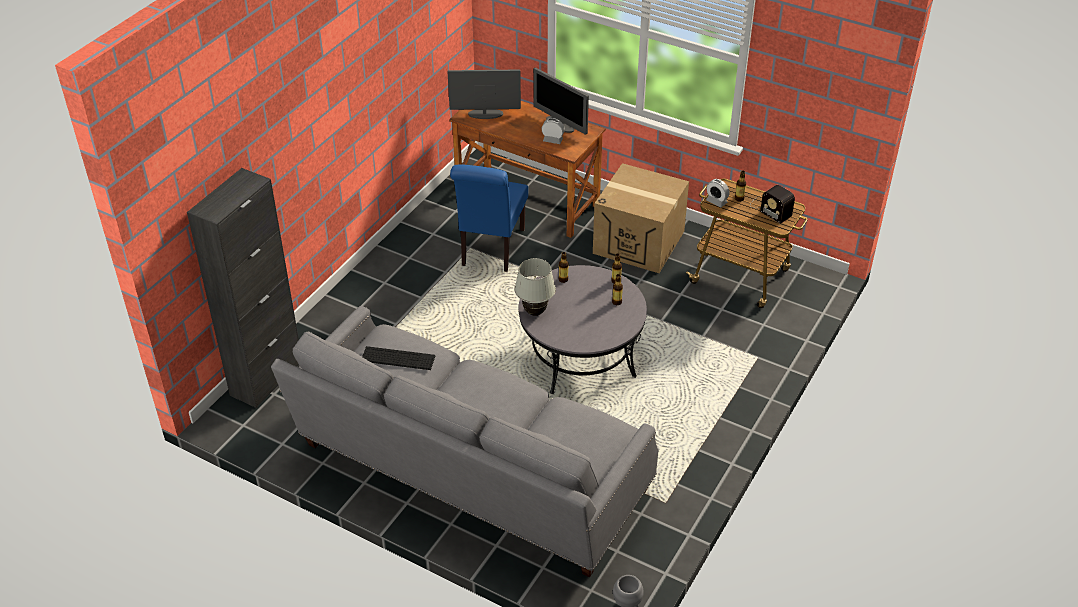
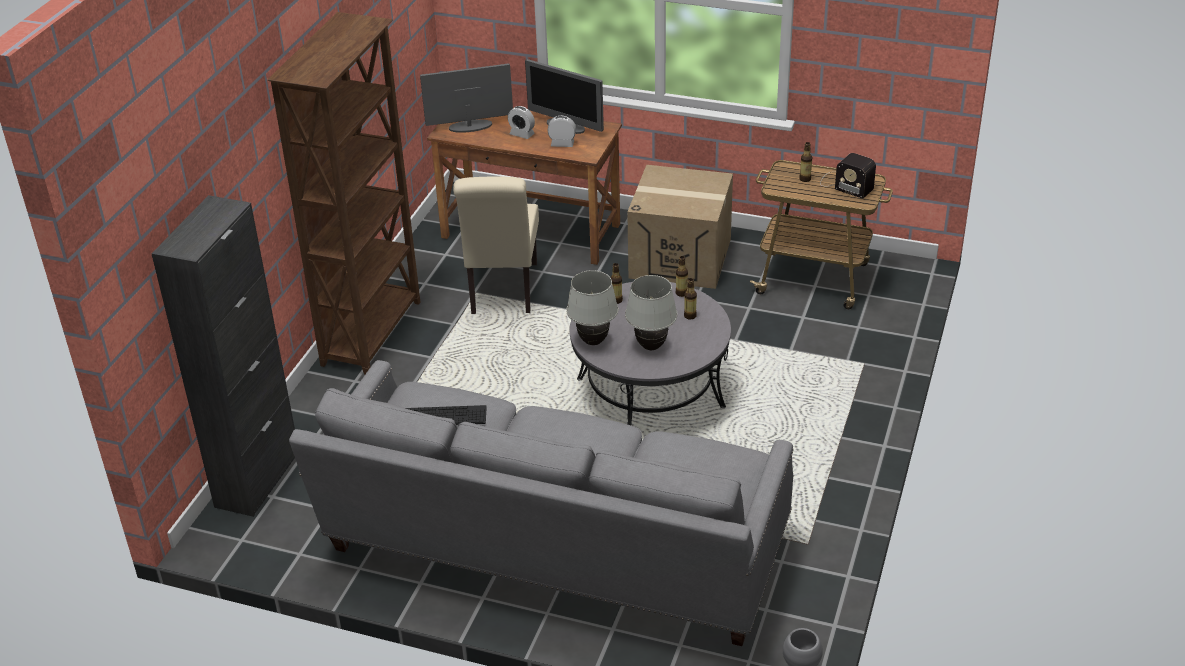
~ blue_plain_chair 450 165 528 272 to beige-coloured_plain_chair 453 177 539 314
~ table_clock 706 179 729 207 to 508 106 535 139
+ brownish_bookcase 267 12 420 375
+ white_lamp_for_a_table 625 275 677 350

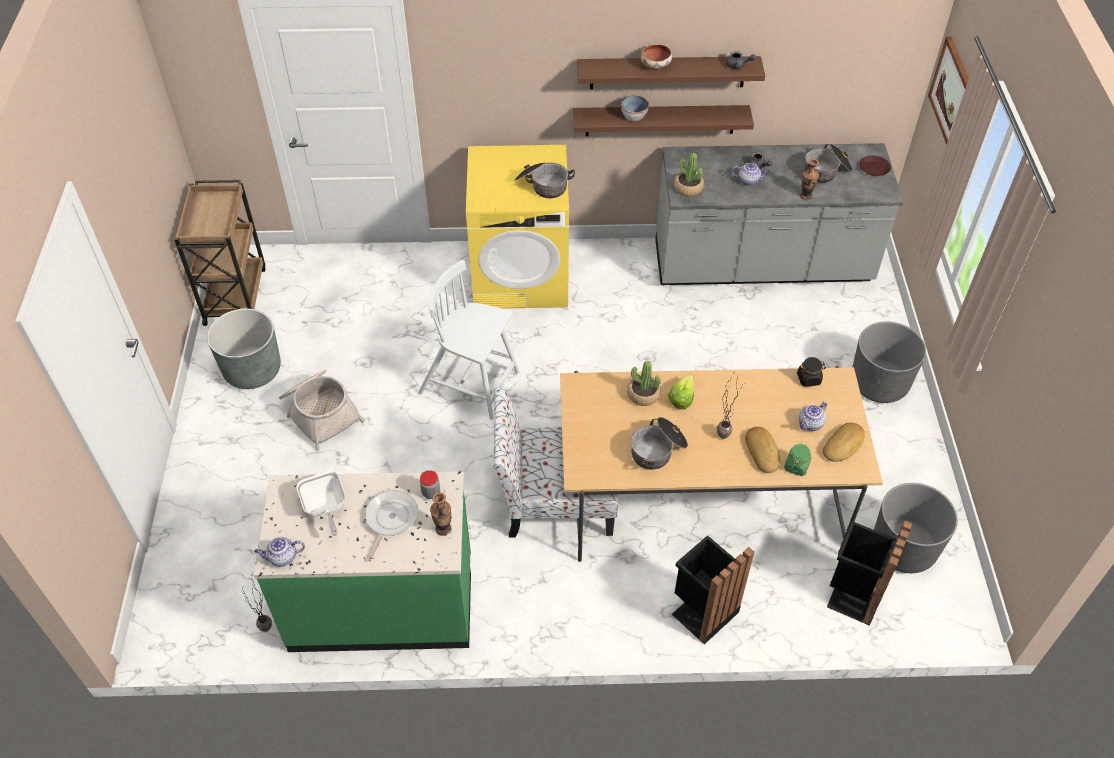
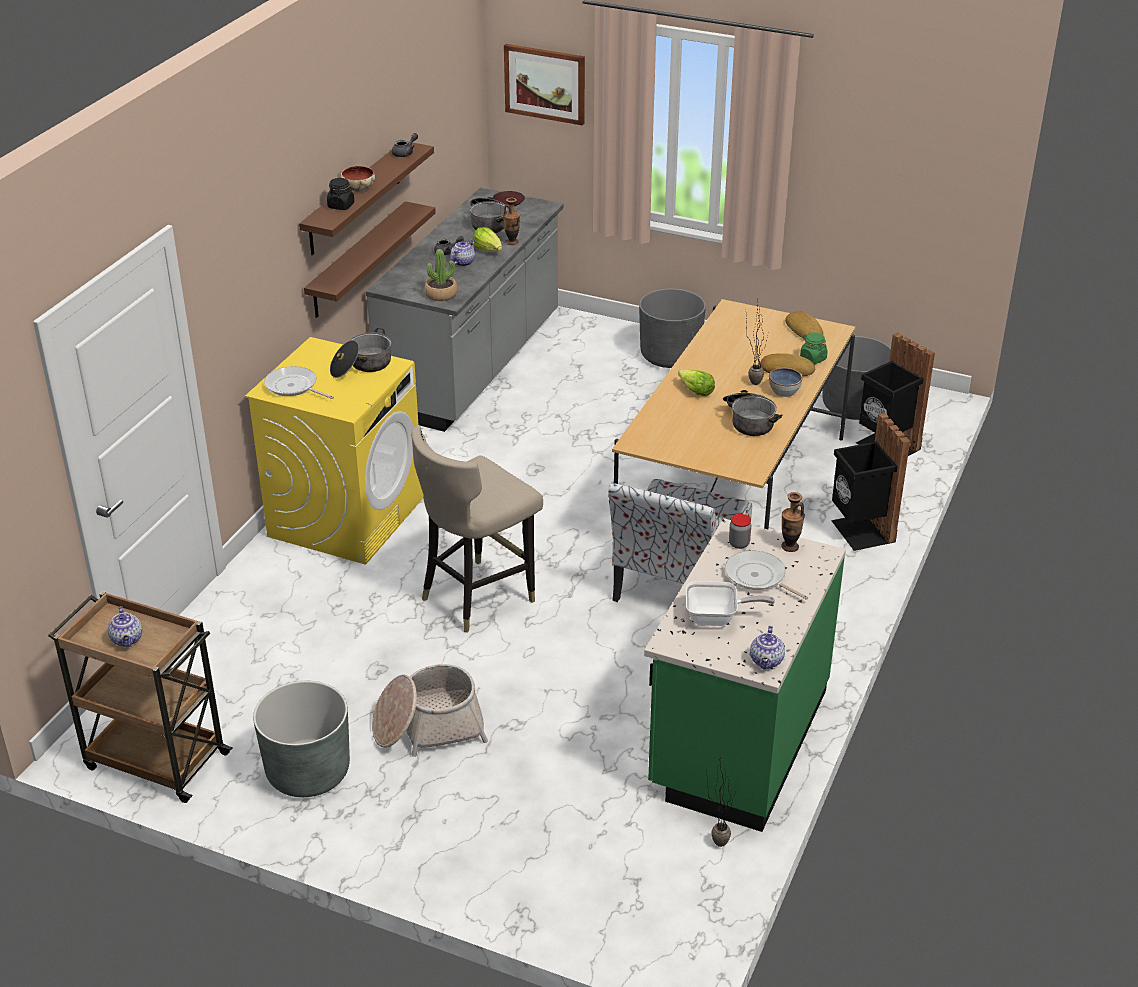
~ white_plain_chair 418 260 520 420 to beige-coloured_sitting_stool 411 426 543 633
~ deep_dish 621 95 649 121 to 769 368 803 397
- plant_in_a_pot 627 361 661 406
~ black-coloured_preserve_jar 797 357 826 387 to 327 178 354 210
~ teapot 799 402 827 431 to 108 606 142 647
+ pan 264 366 334 399
+ lettuce_head 473 227 502 252

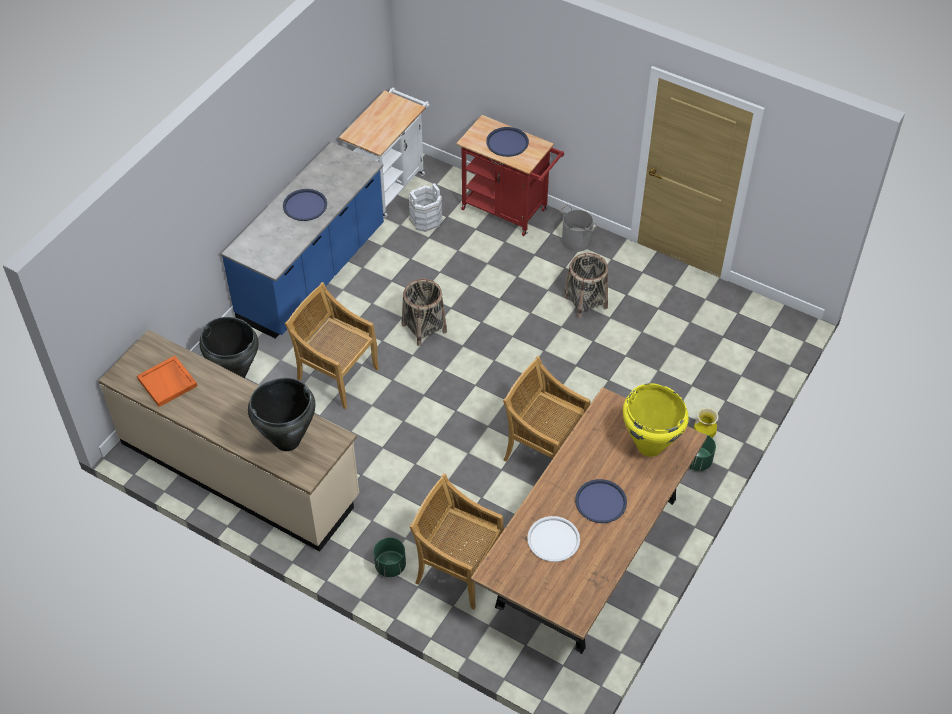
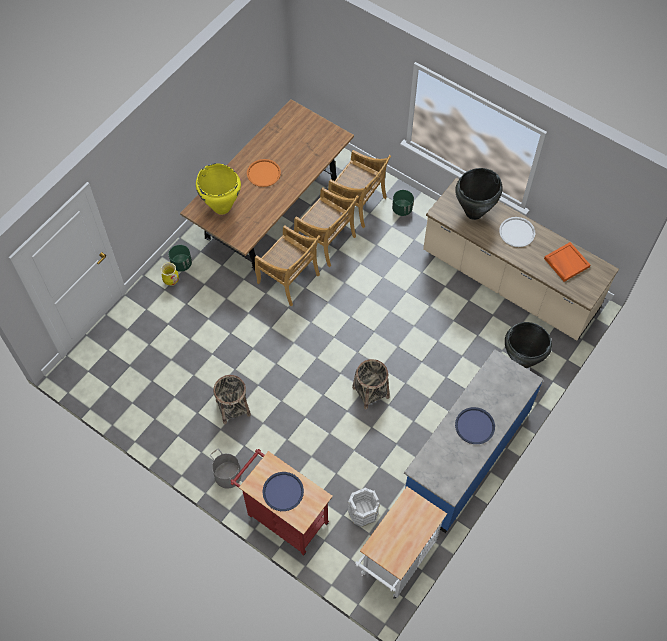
~ beige-coloured_plain_chair 285 282 379 409 to 294 187 359 267
~ white_tray 527 516 580 562 to 499 217 535 247
~ blue_tray 575 479 627 523 to orange-coloured_tray 247 159 281 187

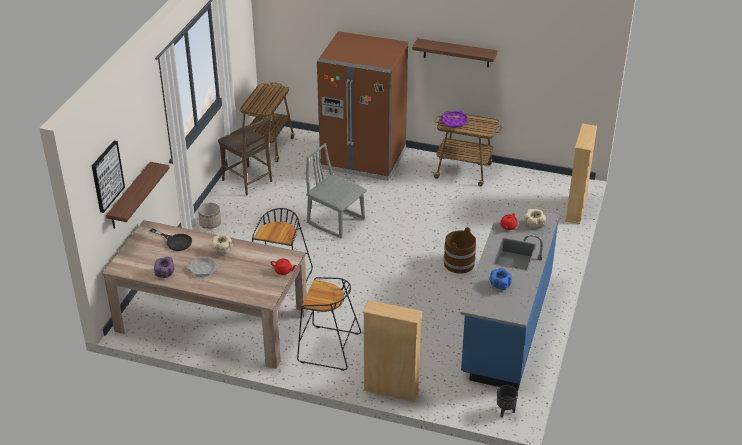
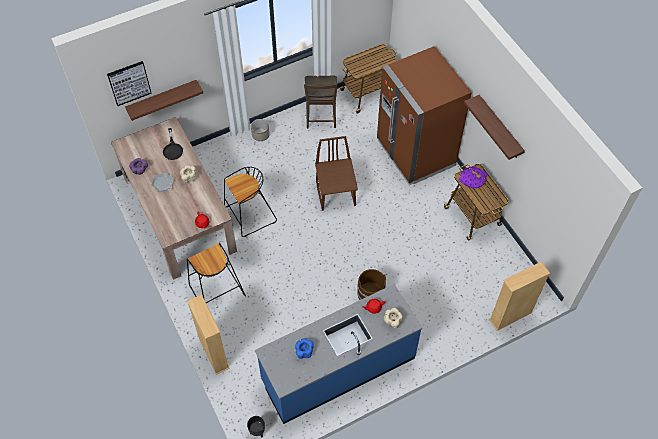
~ gray_plain_chair 306 143 367 239 to brownish_plain_chair 315 136 358 211

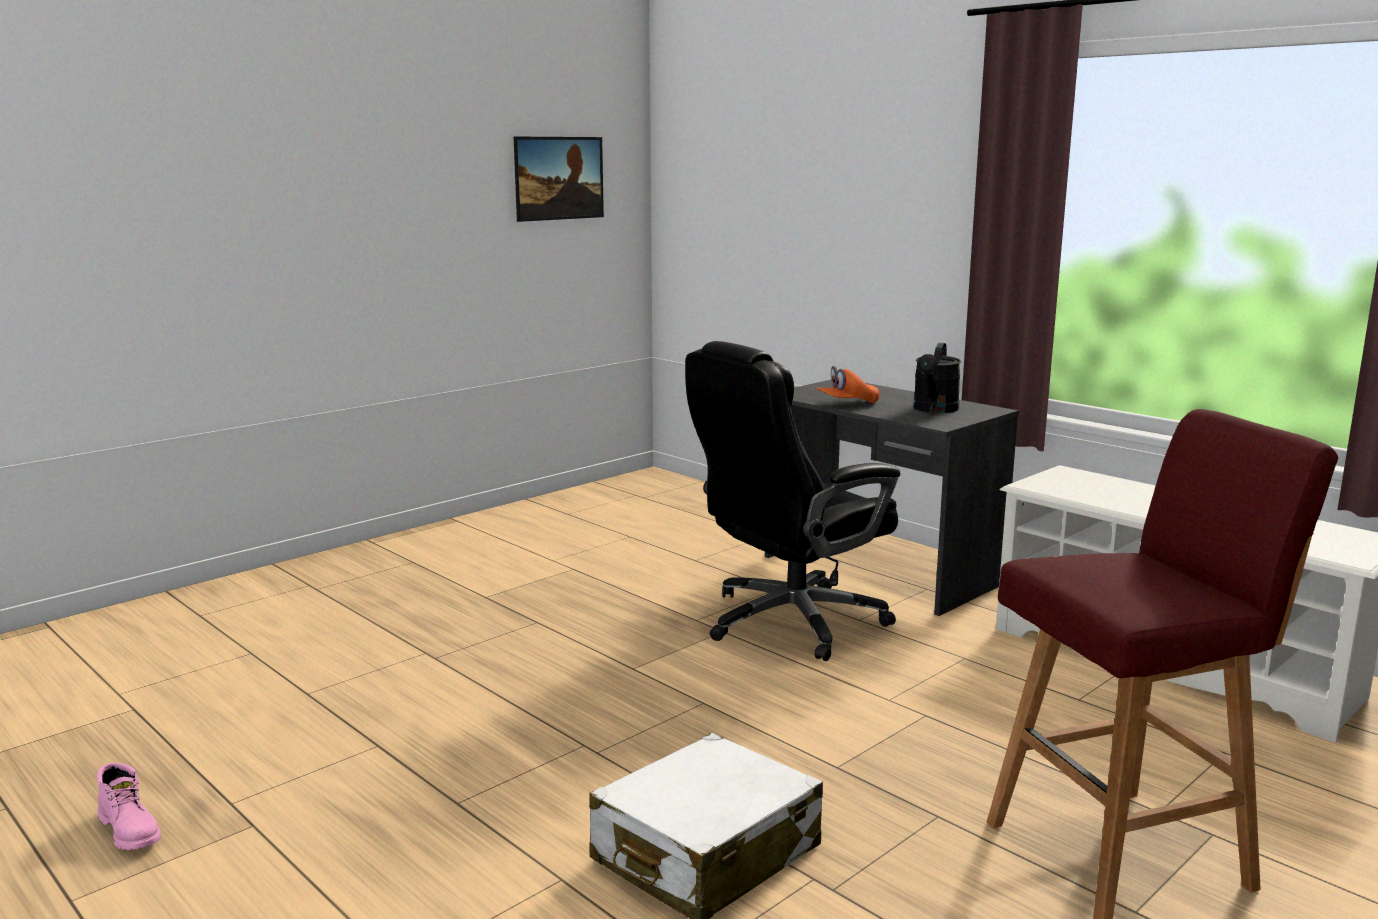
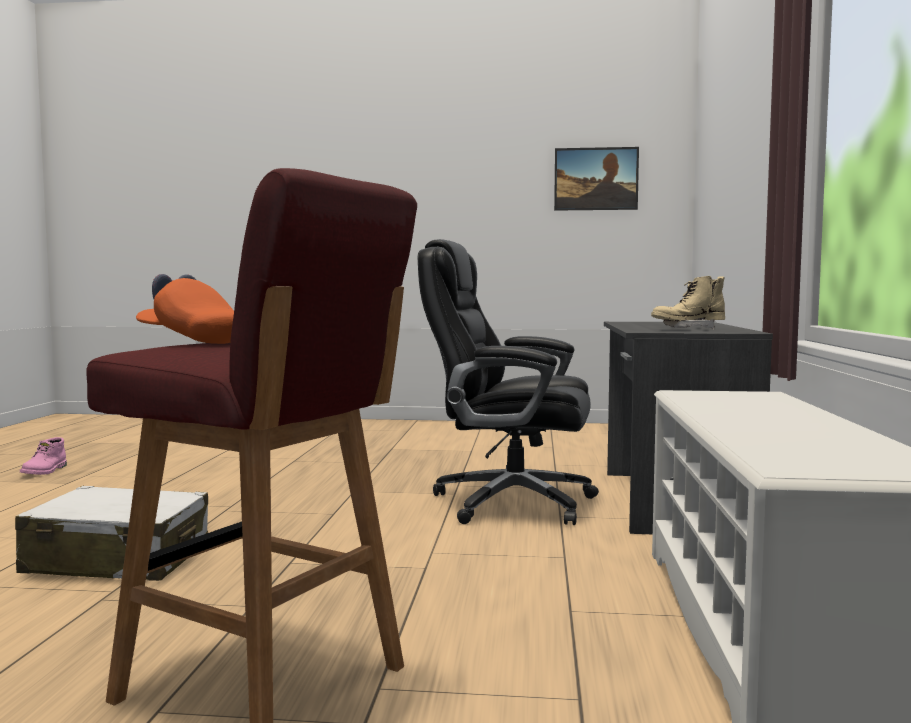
~ orange-coloured_peaked_cap 816 366 879 403 to 136 274 234 344
~ black-coloured_watering_pot 913 343 961 413 to beige-coloured_tall_boot 651 276 725 329

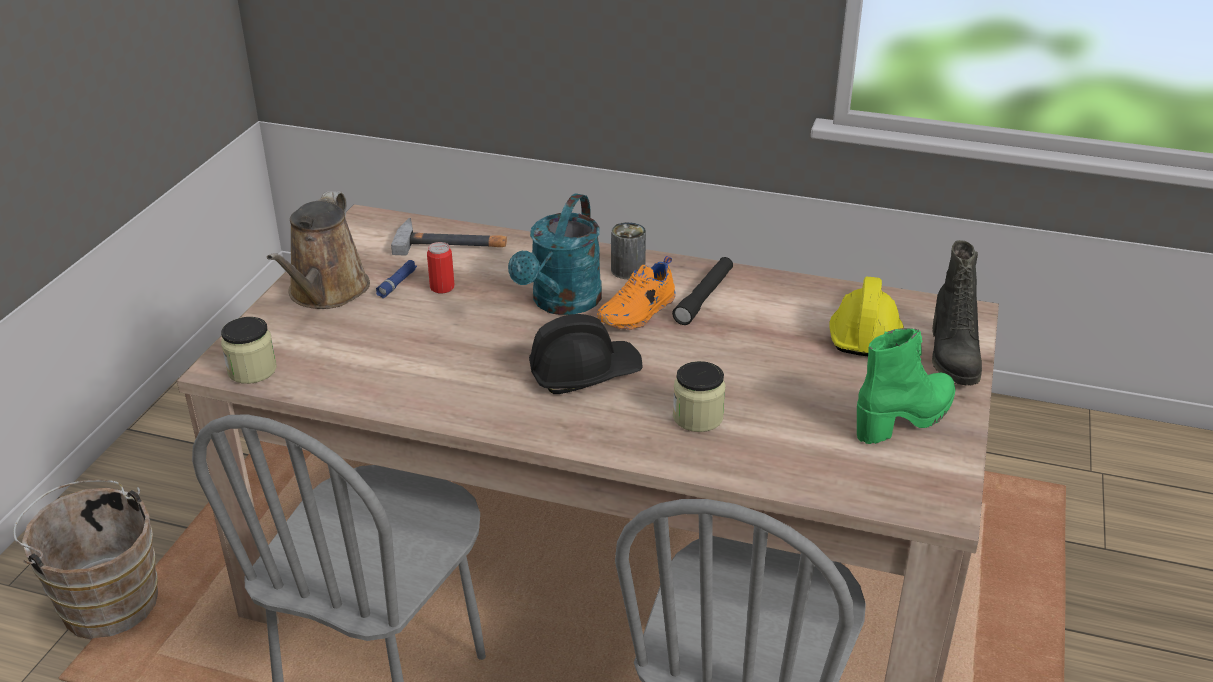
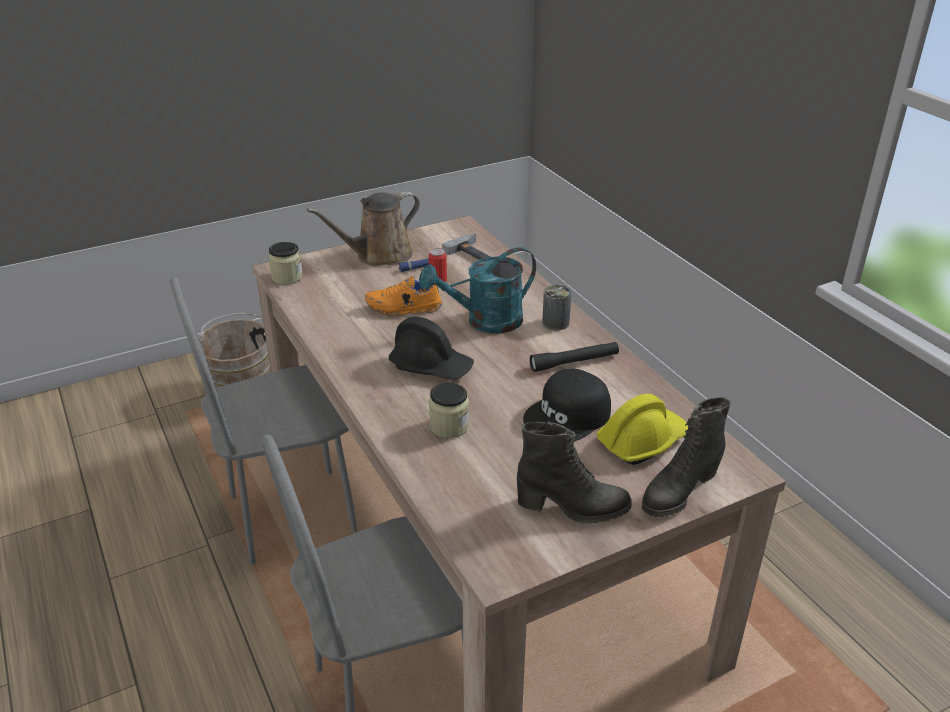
~ orange-coloured_shoe 597 256 676 330 to 365 276 443 316
~ green-coloured_tall_boot 857 328 955 444 to black-coloured_tall_boot 517 421 632 524
+ black-coloured_peaked_cap 523 369 611 441

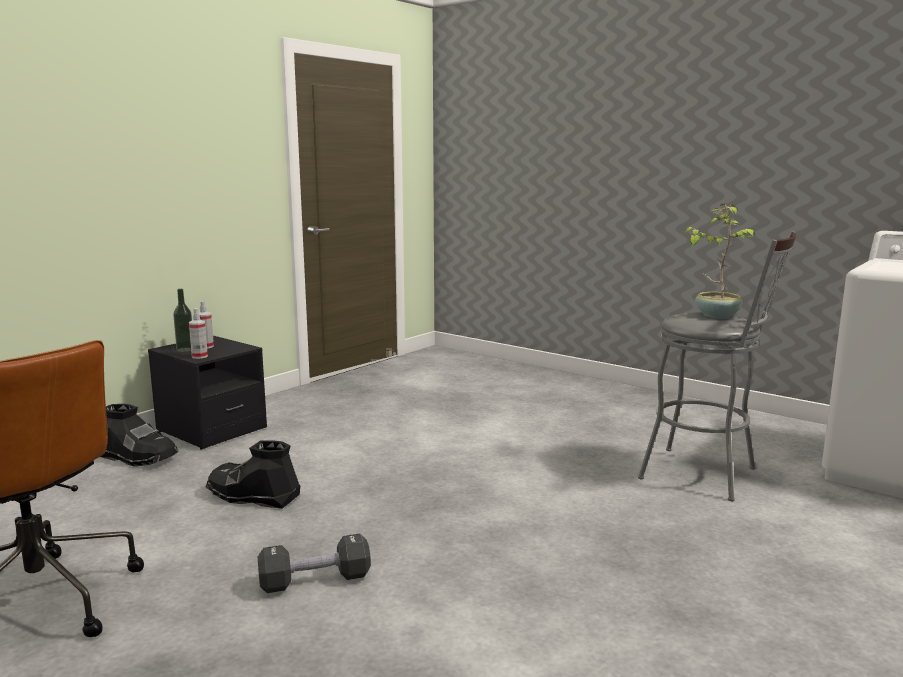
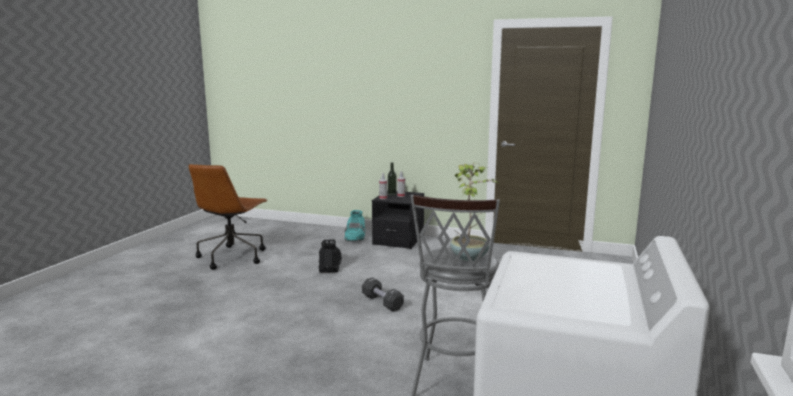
~ black-coloured_tall_boot 100 404 179 467 to turquoise-coloured_tall_boot 344 210 366 241
~ black-coloured_dumbbell 258 534 371 593 to 362 277 404 312

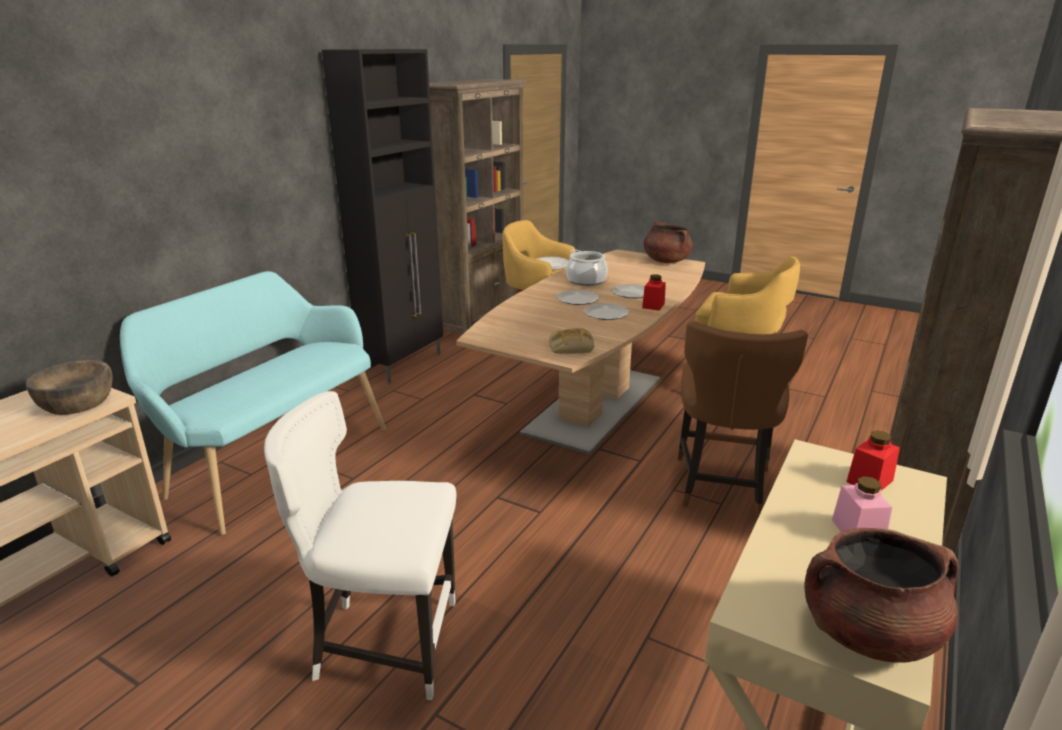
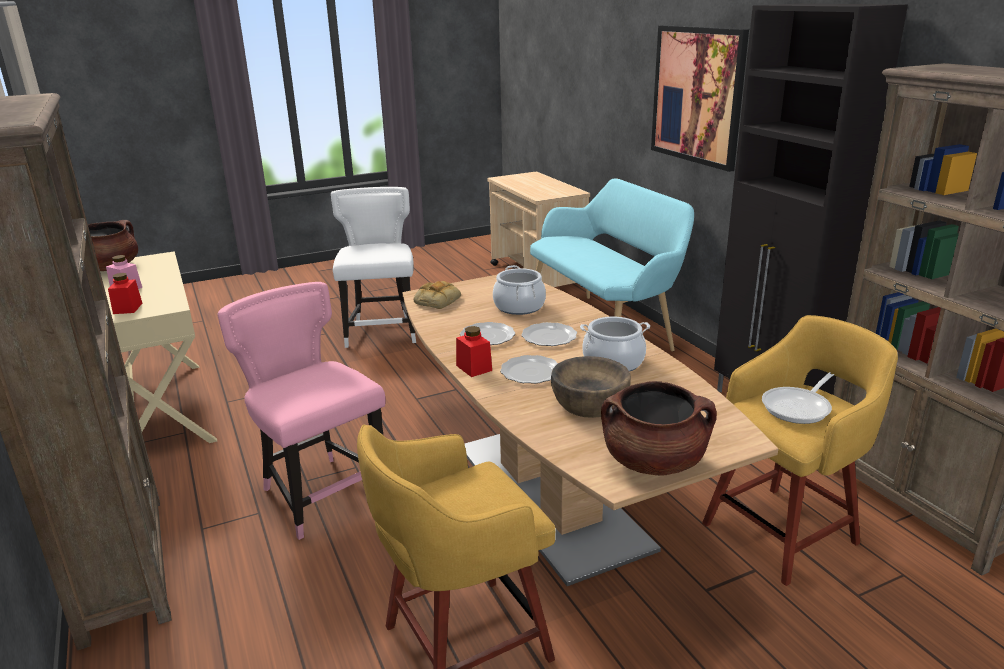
~ brownish_deep_dish 26 360 113 415 to 551 356 631 418
~ white_plain_chair 264 391 456 700 = 331 187 416 348 45 degrees counterclockwise
~ brownish_plain_chair 678 321 808 517 to pink-coloured_plain_chair 218 282 386 540
+ cooking_pot 493 265 546 315
+ wall_art 651 25 749 172

